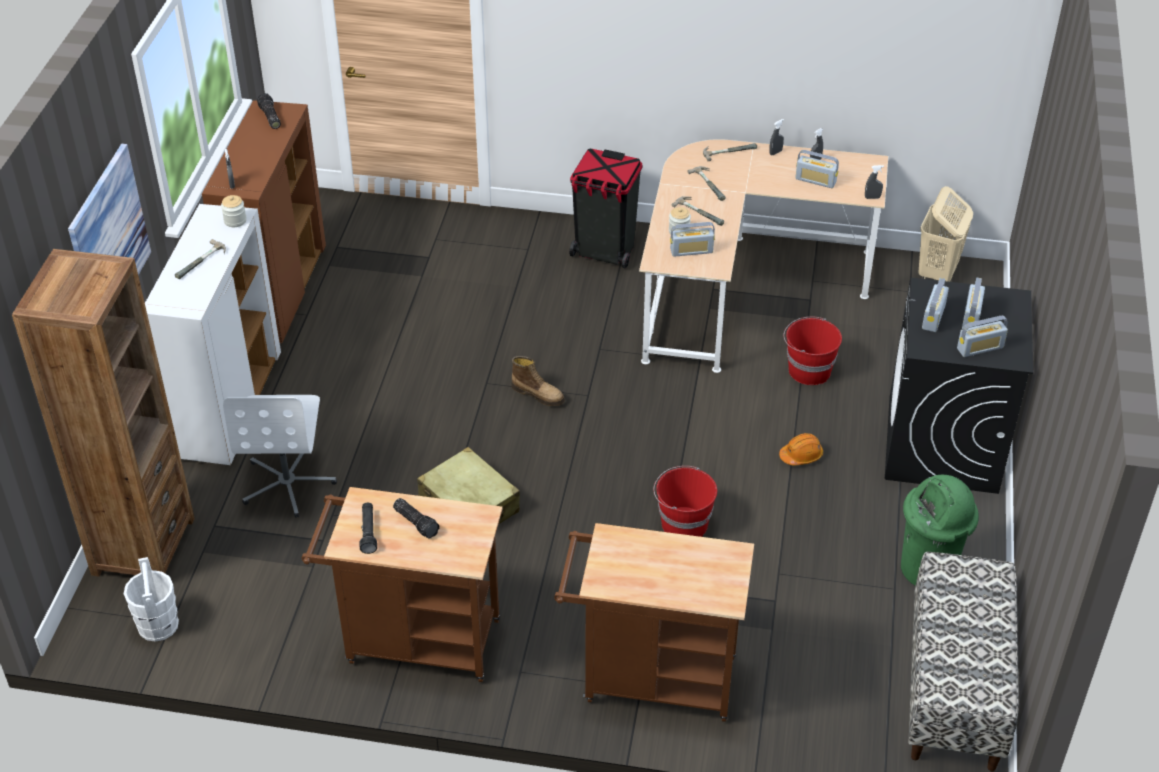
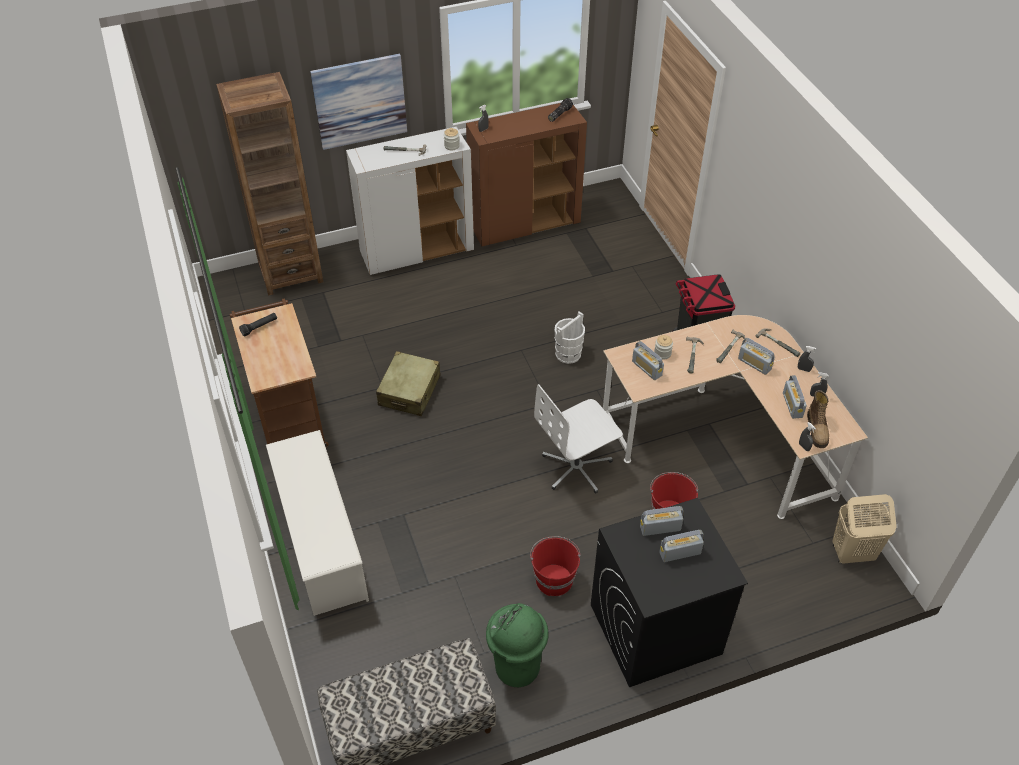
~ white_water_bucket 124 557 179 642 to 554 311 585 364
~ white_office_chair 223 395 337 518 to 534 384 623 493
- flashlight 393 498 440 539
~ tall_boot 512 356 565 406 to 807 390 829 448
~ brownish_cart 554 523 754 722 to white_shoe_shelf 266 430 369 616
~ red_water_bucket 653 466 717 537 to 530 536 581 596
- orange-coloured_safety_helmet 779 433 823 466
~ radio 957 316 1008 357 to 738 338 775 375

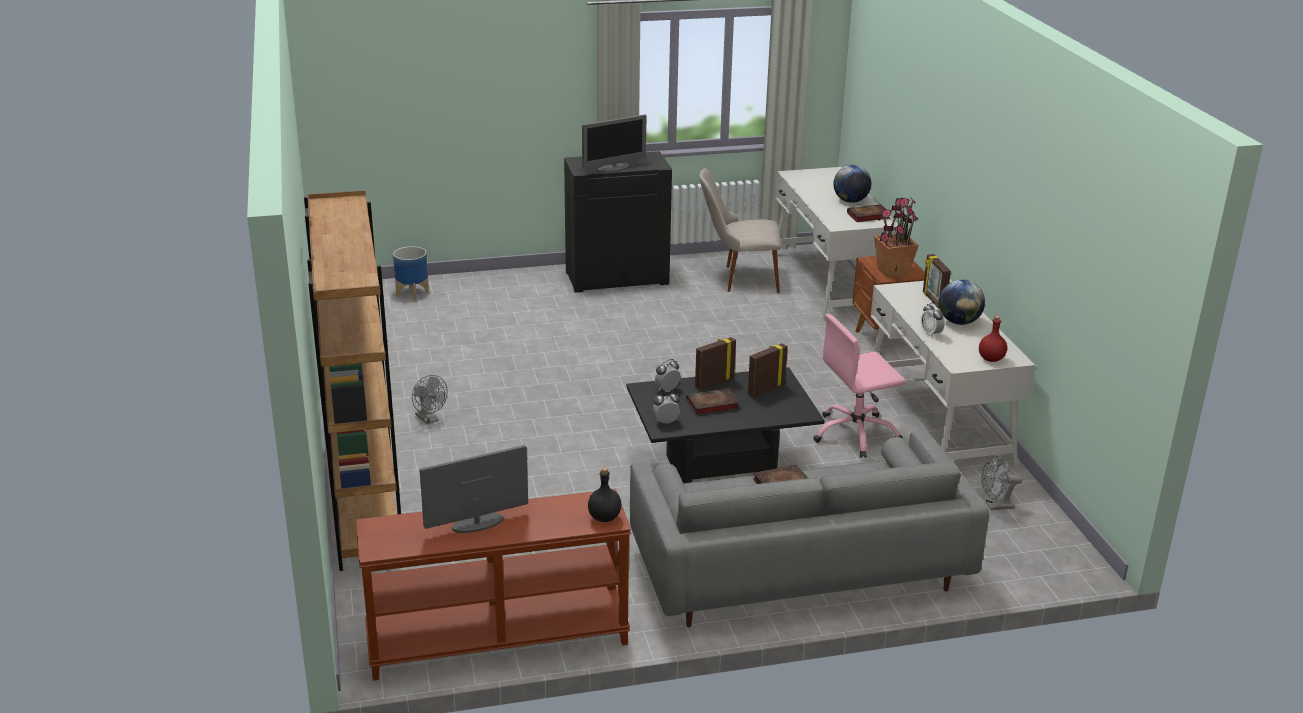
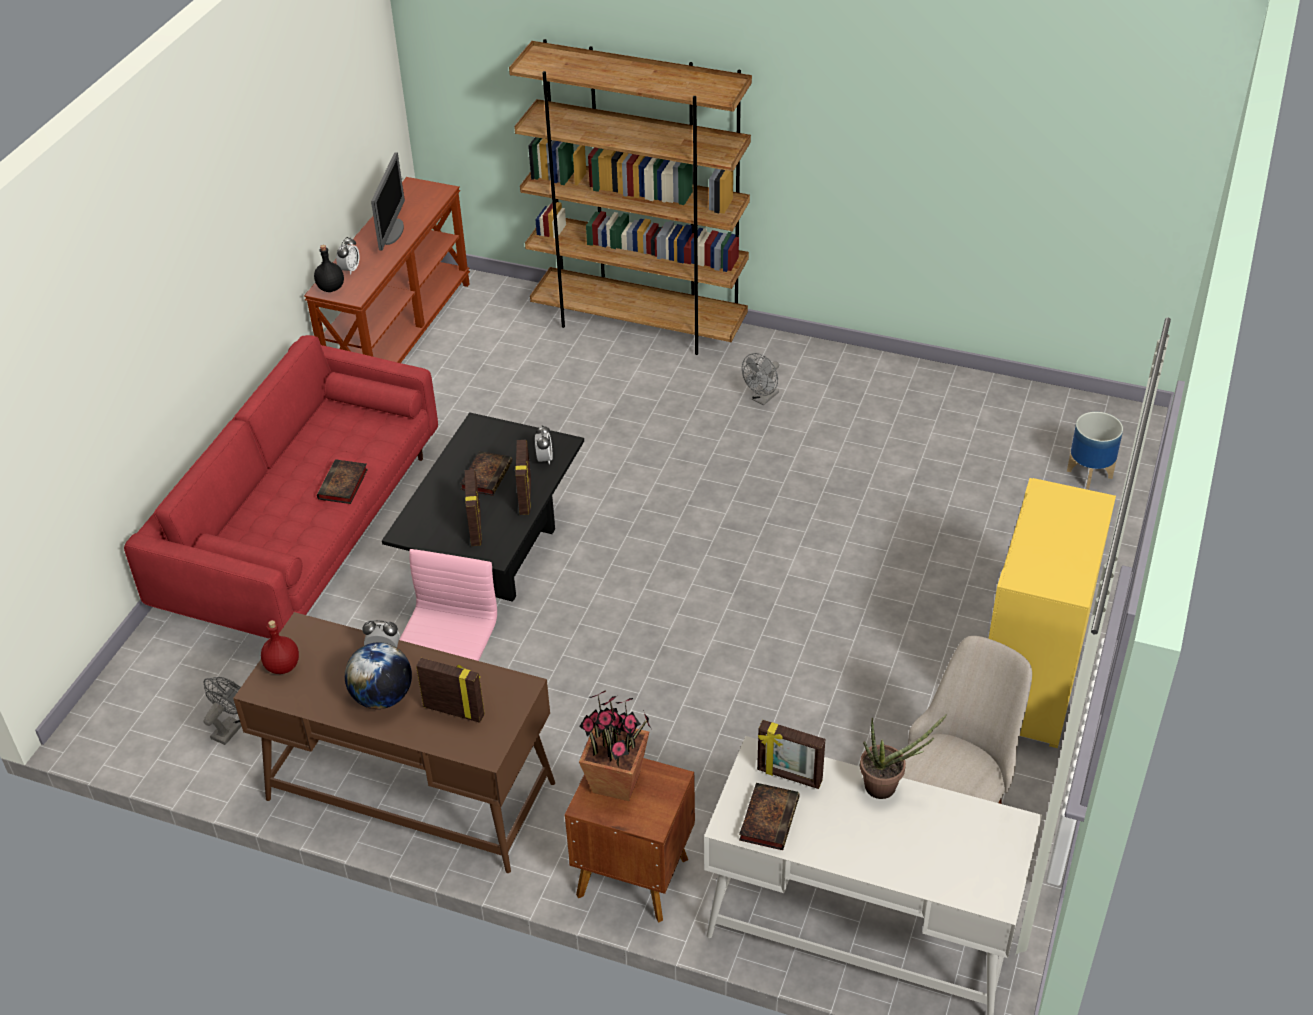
~ gray_cooling_fan 412 375 448 424 = 742 353 779 406 45 degrees counterclockwise
~ black-coloured_storage_cabinet 564 151 672 293 to yellowish_storage_cabinet 988 478 1116 748
- computer_screen 582 114 647 172
~ gray_couch 630 431 989 627 to red_couch 124 335 438 639
~ table_clock 653 391 680 424 to 336 237 360 275
- desk_globe 833 165 871 203
~ white_desk 871 280 1035 467 to brownish_desk 233 612 555 873
+ standing_frame 757 720 825 789
+ plant_in_a_pot 860 714 947 799

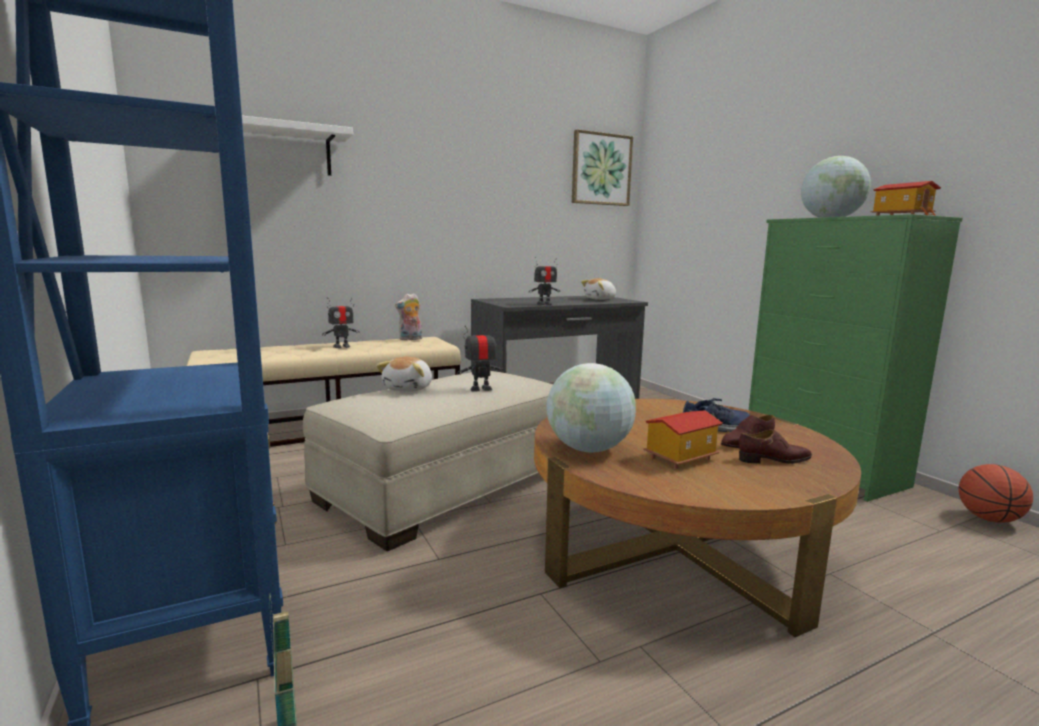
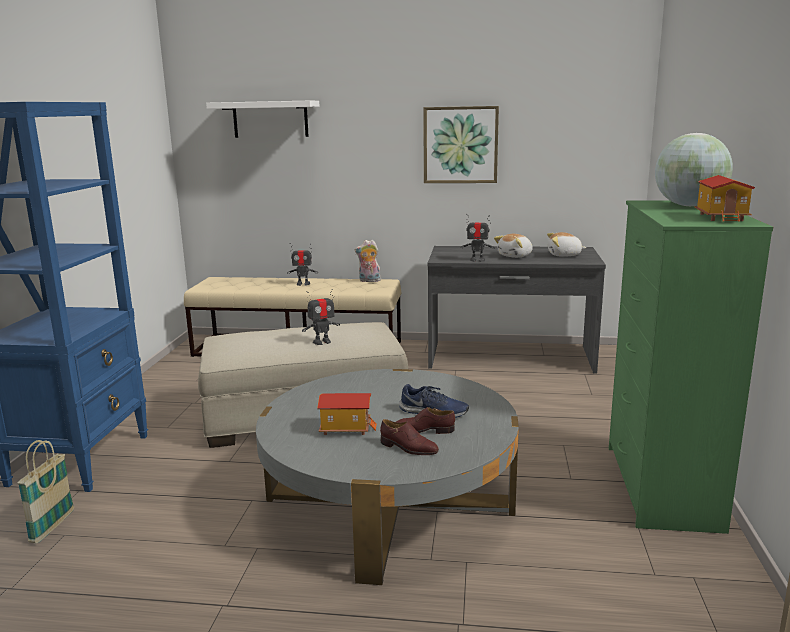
~ cuddly_toy 376 357 432 392 to 494 234 533 258
~ model_robot 457 323 505 392 = 302 289 340 345 135 degrees clockwise
~ brownish_lounge_table 534 399 861 637 to gray_lounge_table 256 369 519 585
- desk_globe 546 363 636 453
~ wall_art 572 129 633 206 to 423 106 499 183
- basketball 958 464 1033 523

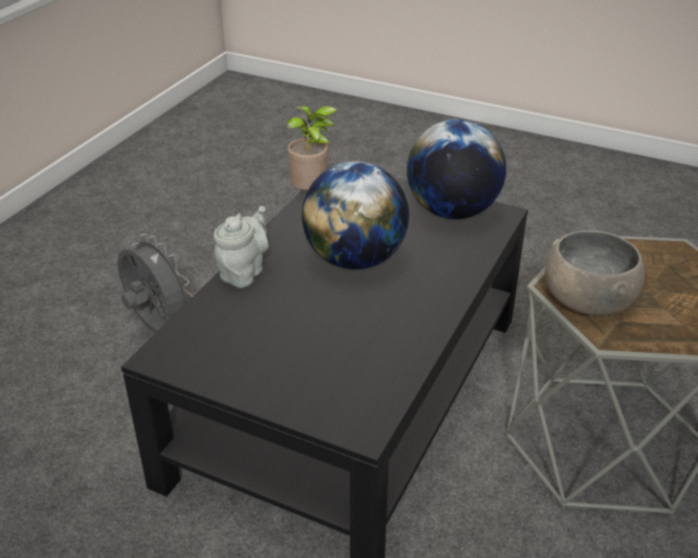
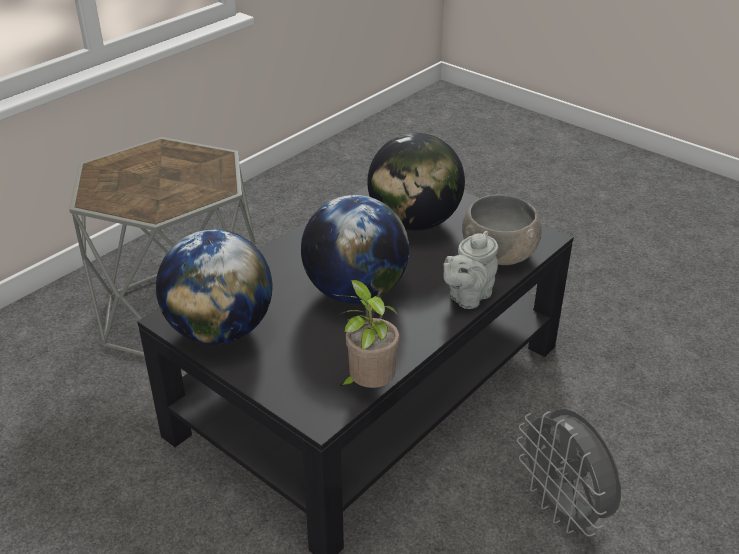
~ gray_deep_dish 545 230 645 316 to 462 194 542 265
+ desk_globe 367 133 465 231

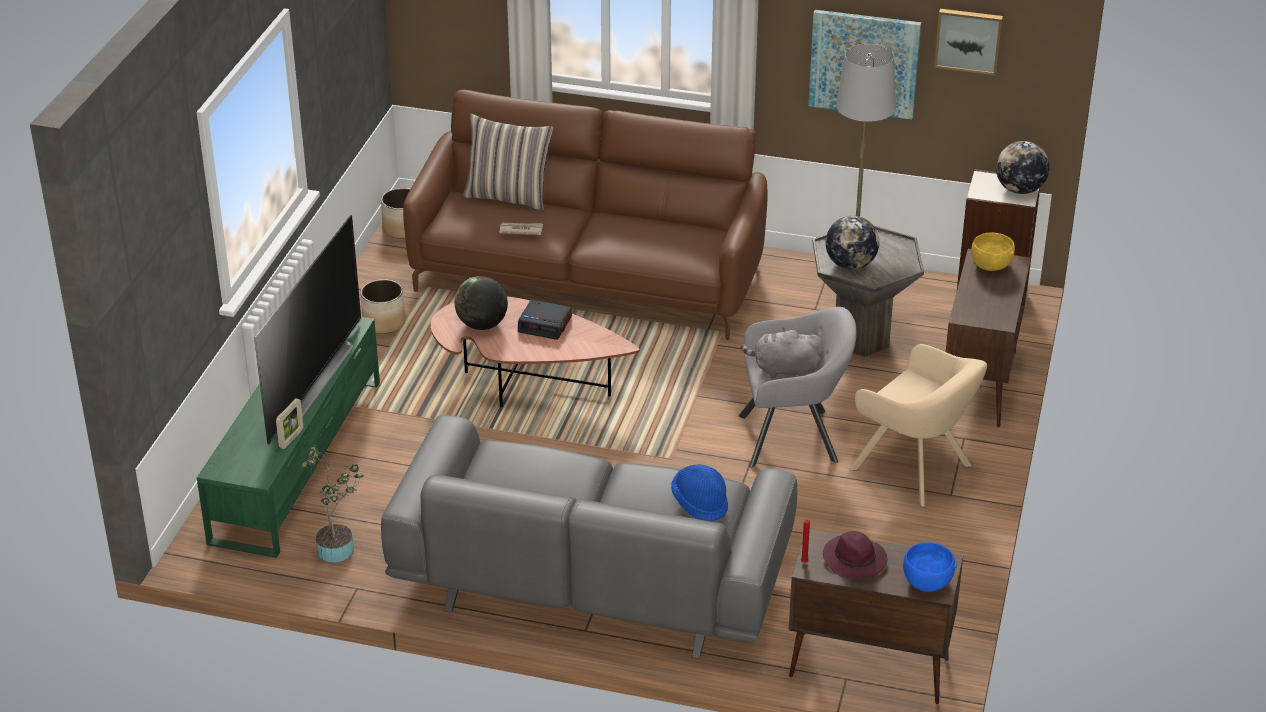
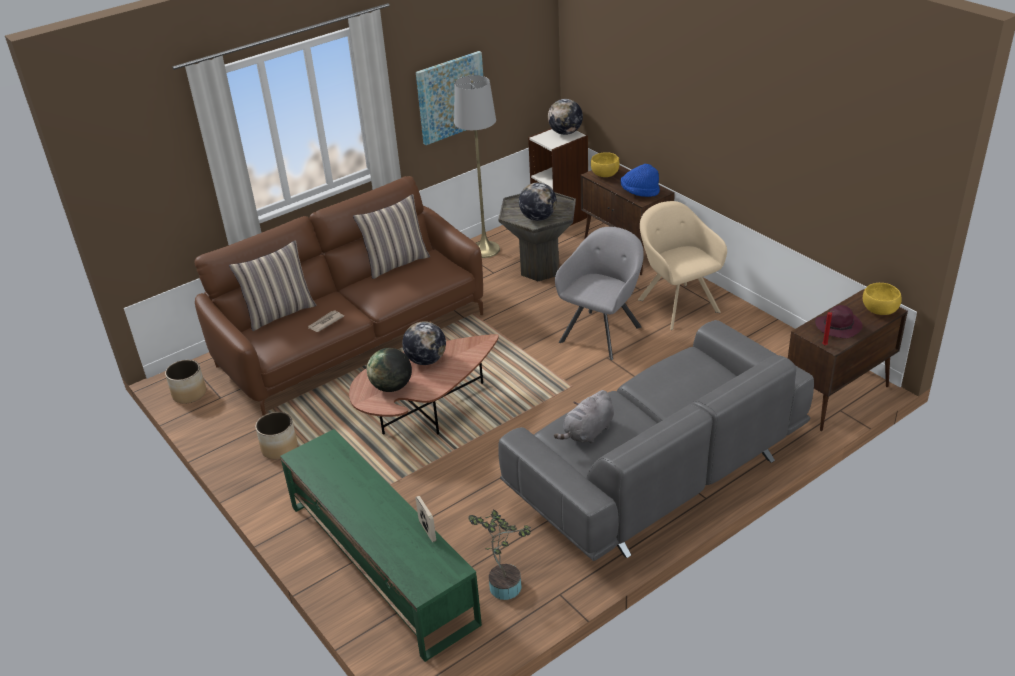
- television 254 215 361 445
~ table_clock 518 300 572 340 to desk_globe 402 321 446 365
~ blue_hat 671 464 728 521 to 620 164 660 197
~ gray_cuddly_toy 741 327 824 378 to 554 390 614 444
~ beige-coloured_armchair 849 344 987 507 = 638 201 727 330 105 degrees counterclockwise
~ blue_deep_dish 903 542 957 592 to yellowish_deep_dish 863 283 902 315
- wall_art 934 9 1003 75
+ cushion 353 194 430 279

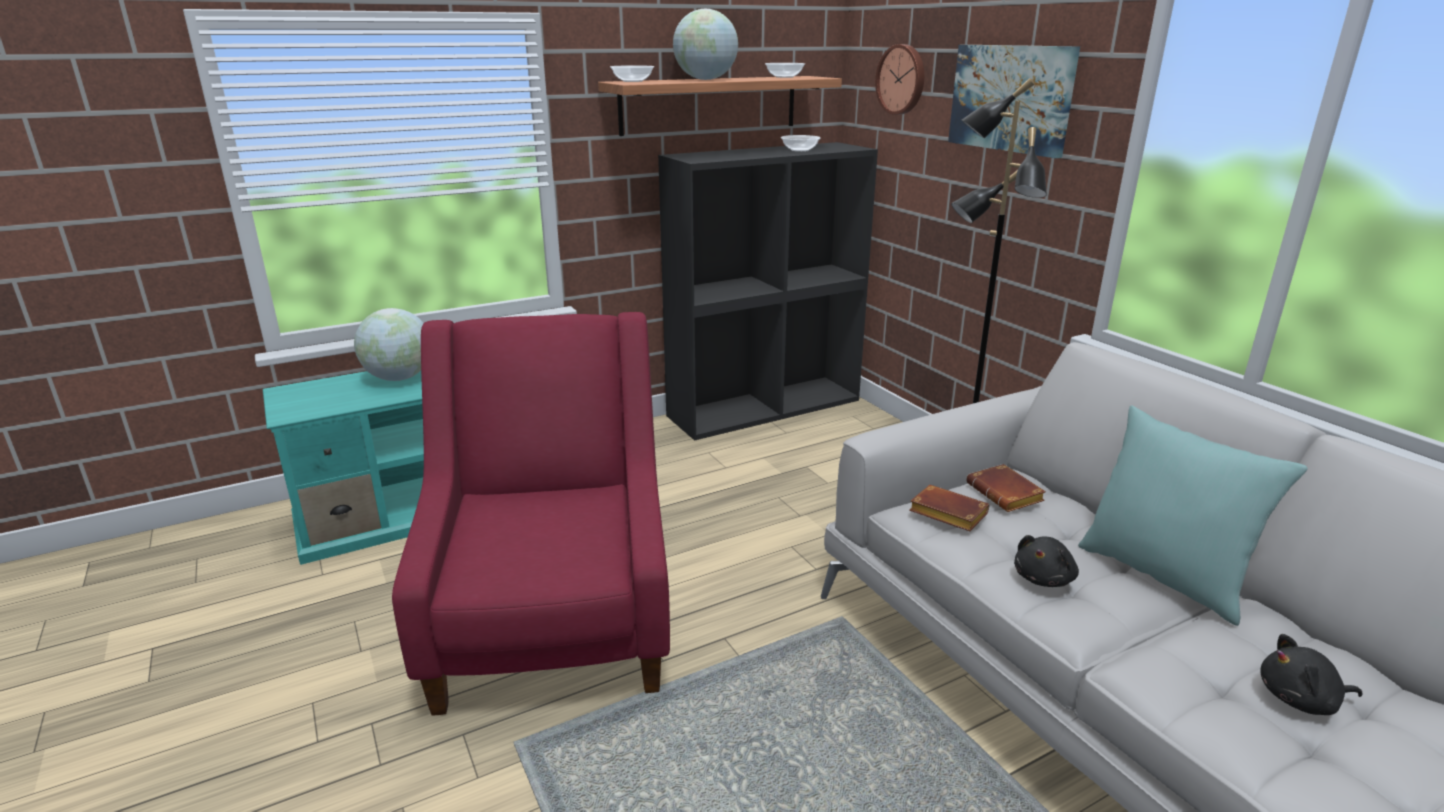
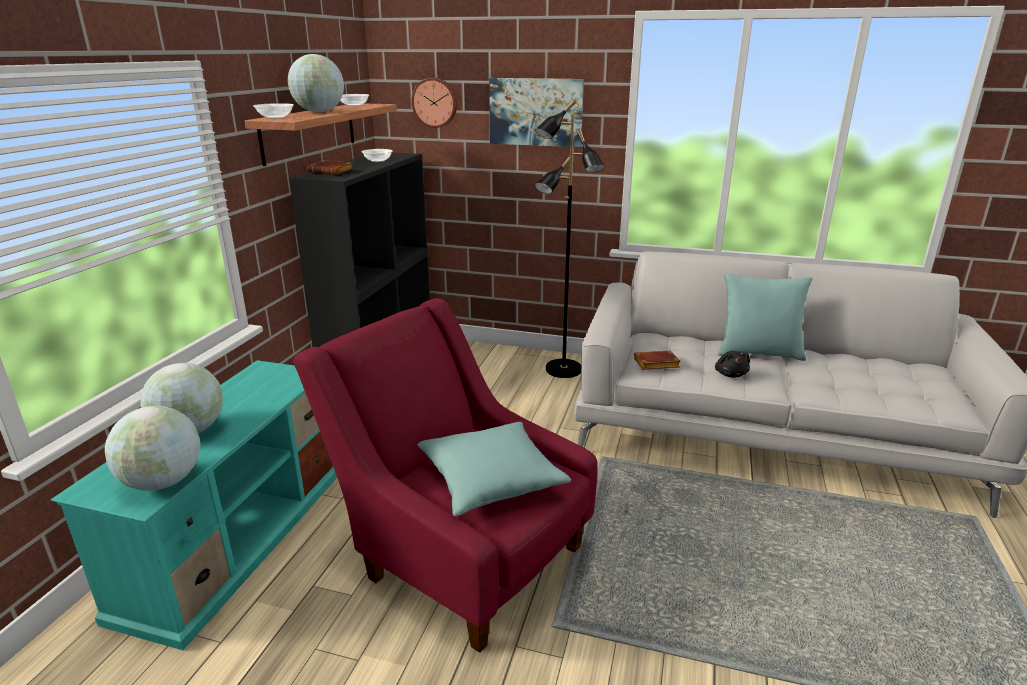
~ brownish_bound_book 966 464 1046 512 to 308 160 353 174
- black-coloured_cuddly_toy 1260 634 1363 715
+ desk_globe 105 406 200 491
+ turquoise-coloured_cushion 417 422 571 517

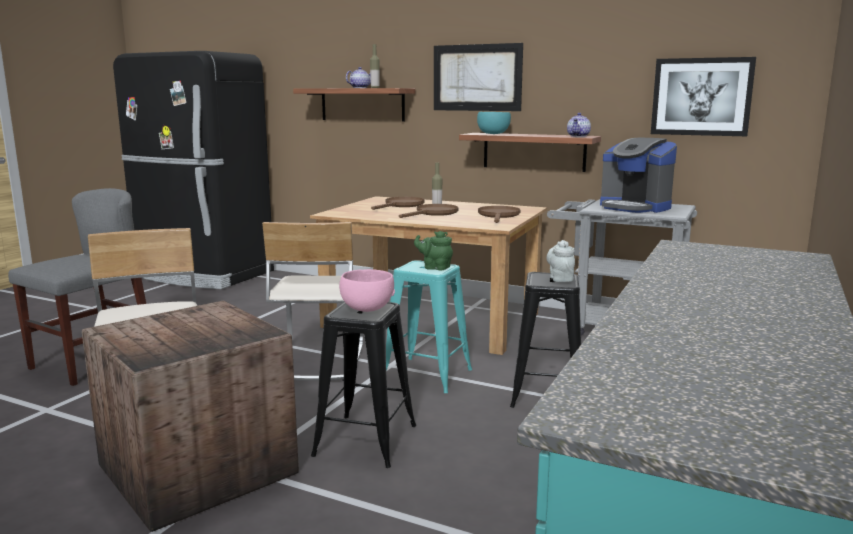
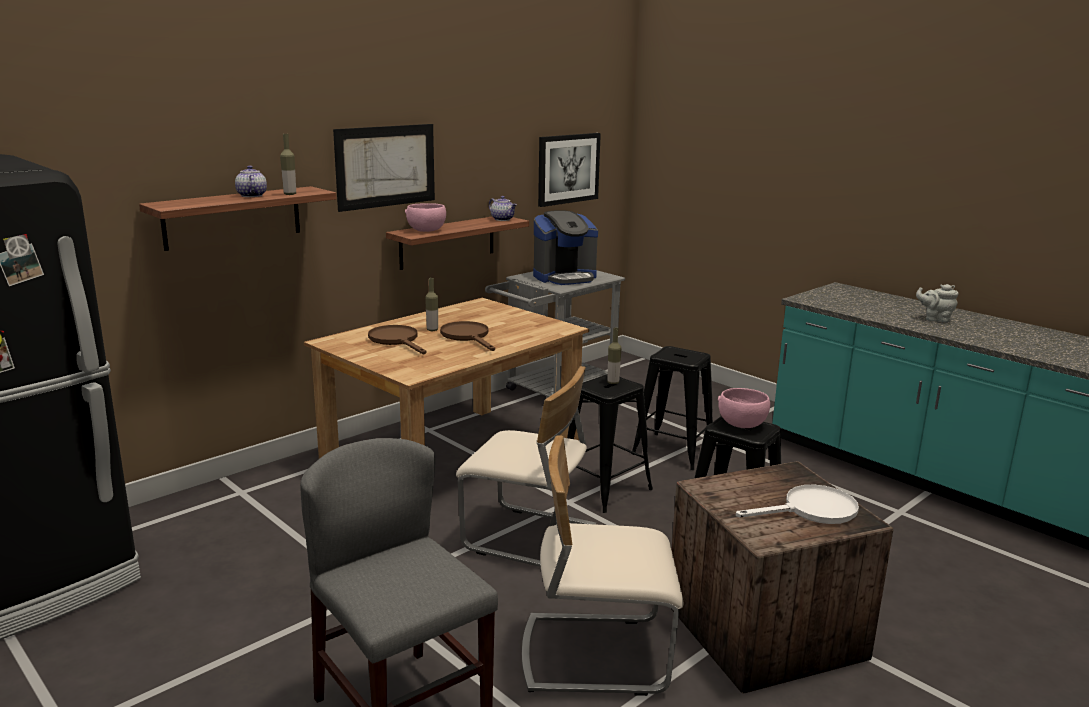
~ turquoise-coloured_sitting_stool 386 260 472 393 to black-coloured_sitting_stool 567 374 653 513
~ green-coloured_teapot 414 231 453 270 to bottle 607 328 621 384
~ turquoise-coloured_deep_dish 477 112 511 134 to pink-coloured_deep_dish 405 203 446 232
- brownish_pan 478 206 521 223
~ gray_teapot 546 240 575 282 to 916 284 958 323
+ white_pan 736 485 859 524

